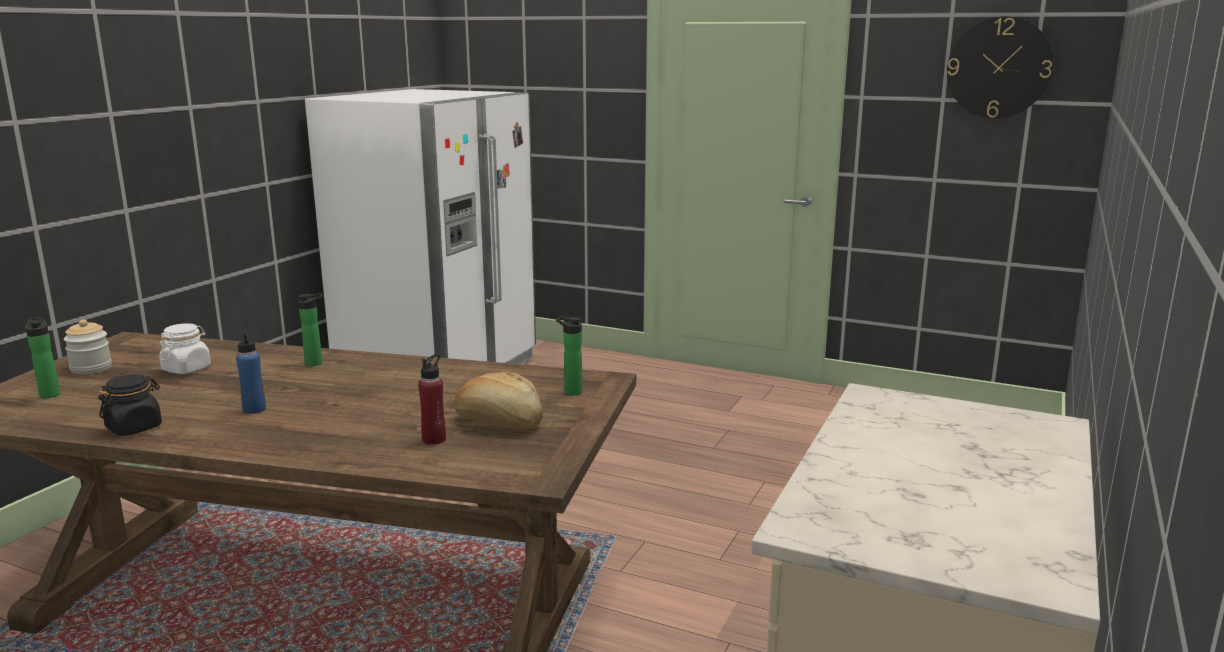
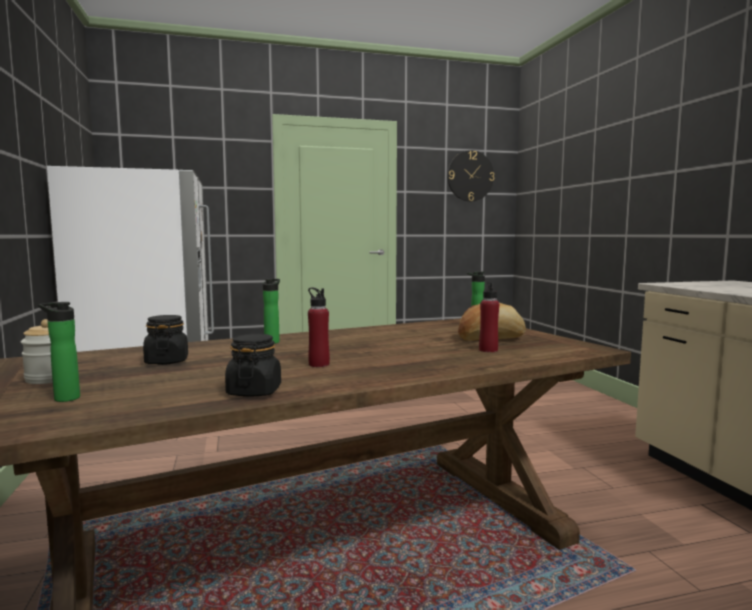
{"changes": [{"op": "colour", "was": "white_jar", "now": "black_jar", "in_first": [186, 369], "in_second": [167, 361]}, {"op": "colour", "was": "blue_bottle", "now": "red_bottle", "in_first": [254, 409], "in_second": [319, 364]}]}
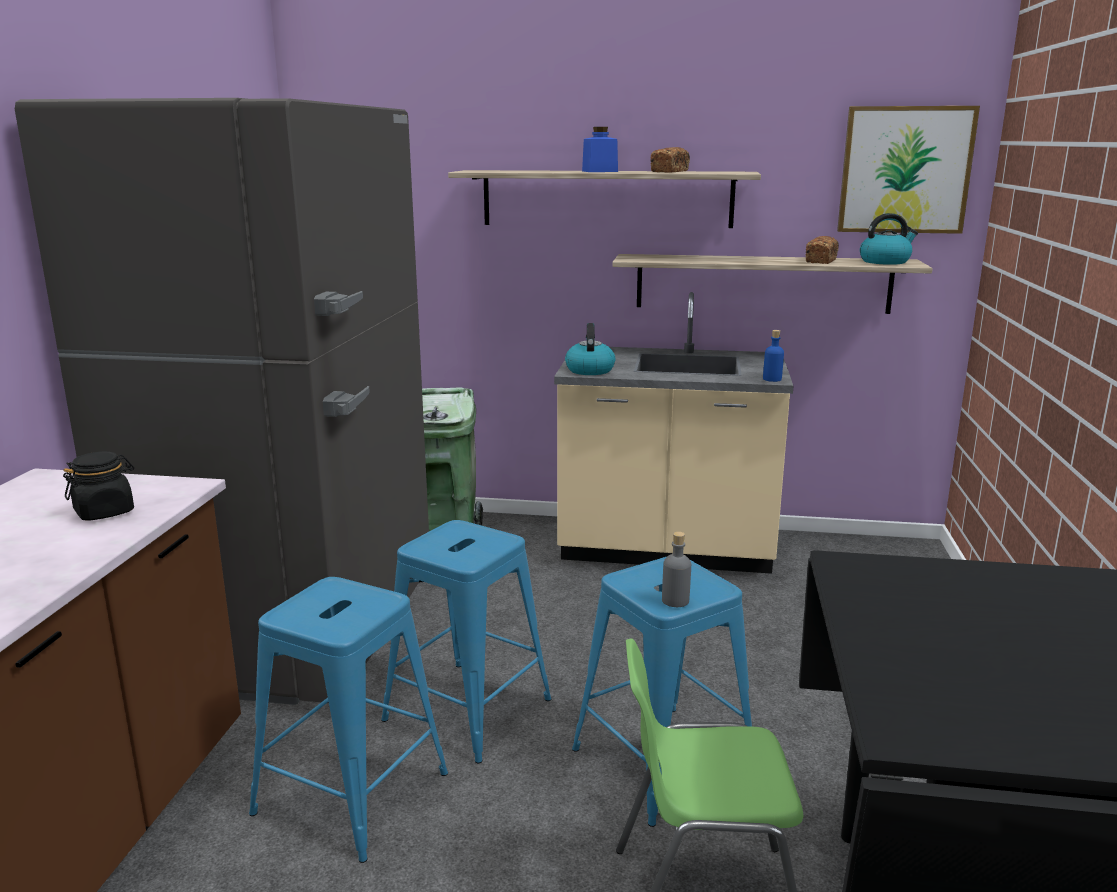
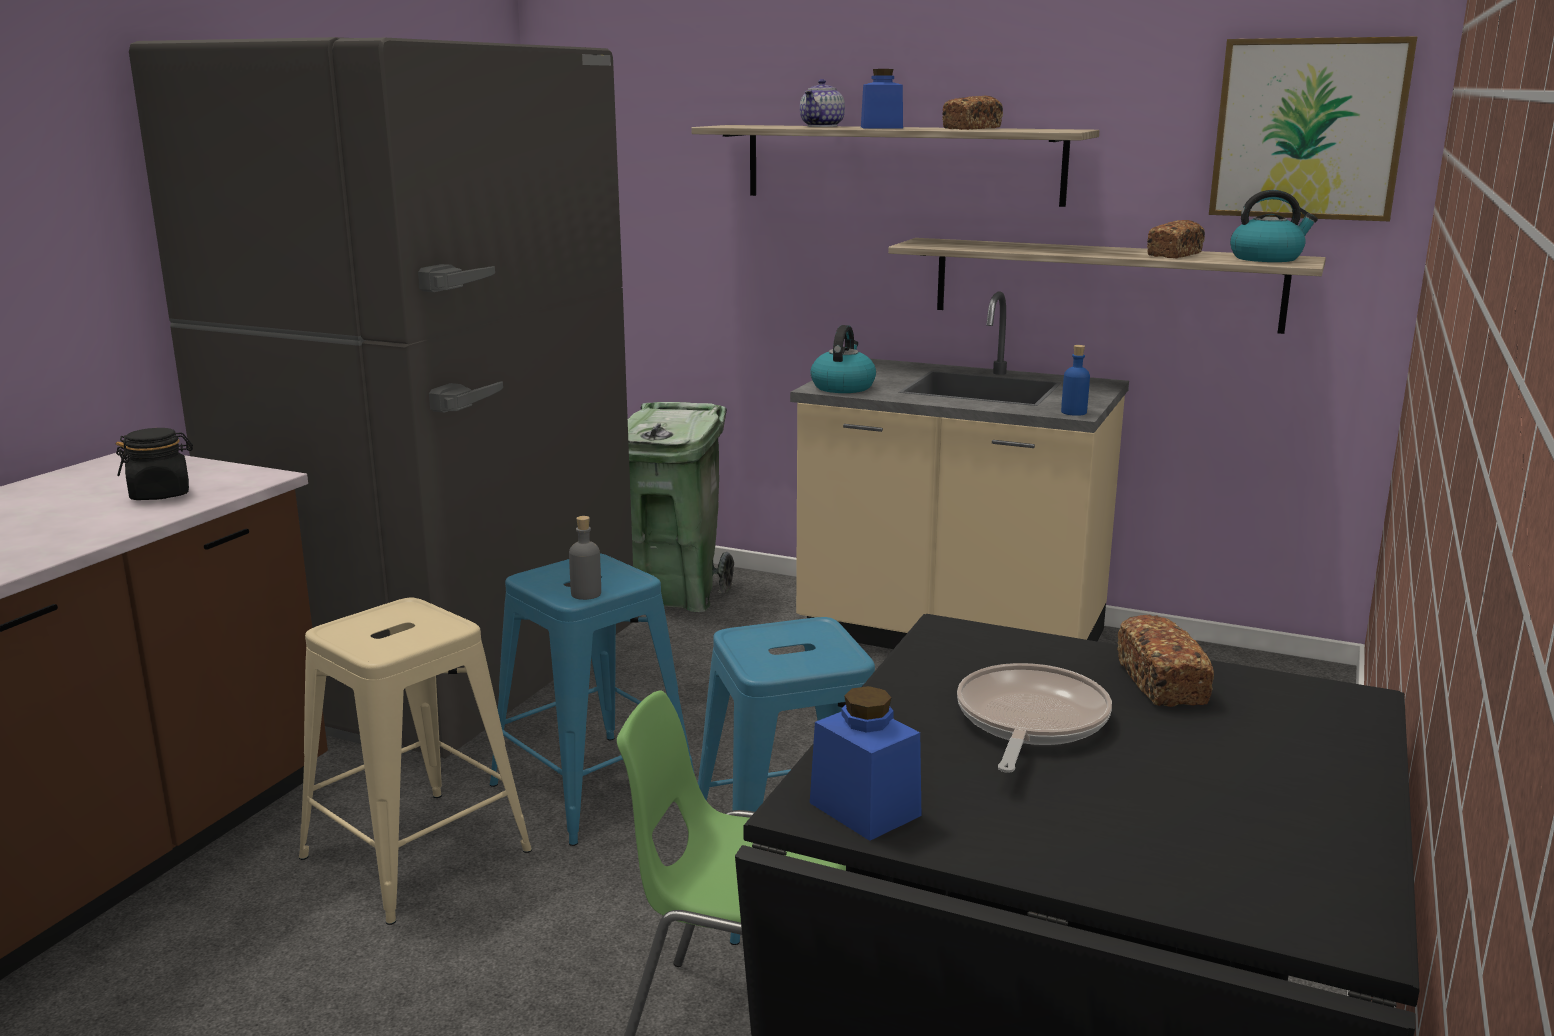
{"changes": [{"op": "appeared", "now": "teapot", "in_second": [823, 126]}, {"op": "appeared", "now": "blue_jar", "in_second": [865, 809]}, {"op": "appeared", "now": "frying_pan", "in_second": [1029, 722]}, {"op": "appeared", "now": "bread", "in_second": [1161, 684]}, {"op": "relocated", "was": "grey_bottle", "in_first": [675, 601], "in_second": [586, 594]}, {"op": "colour", "was": "blue_stool", "now": "beige_stool", "in_first": [351, 794], "in_second": [415, 855]}]}
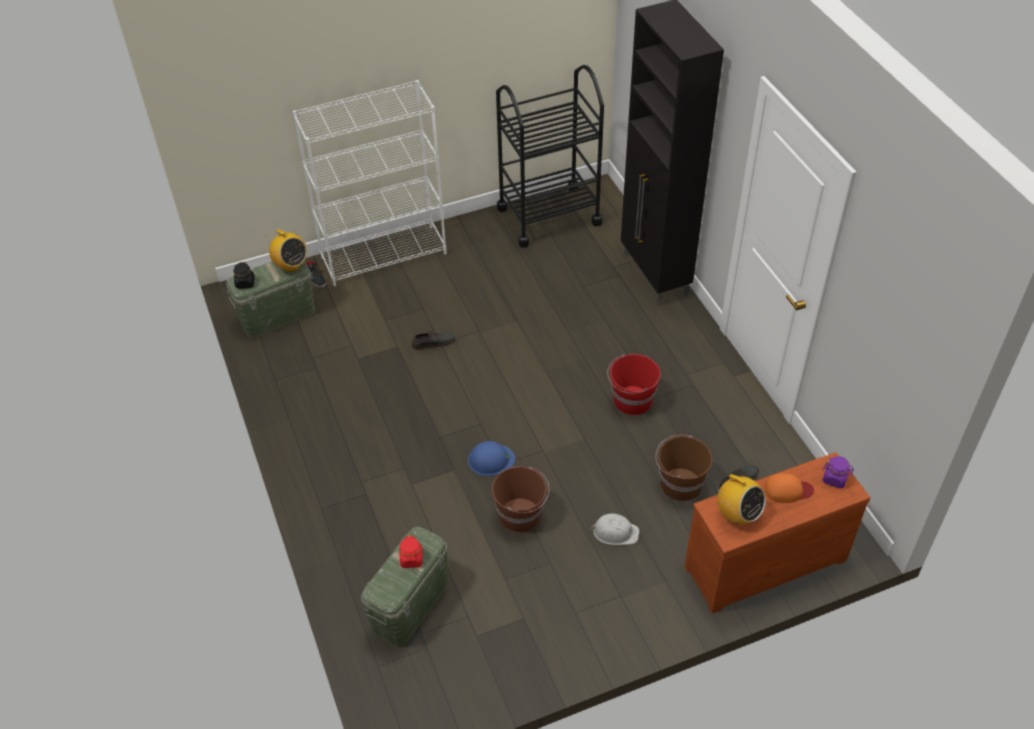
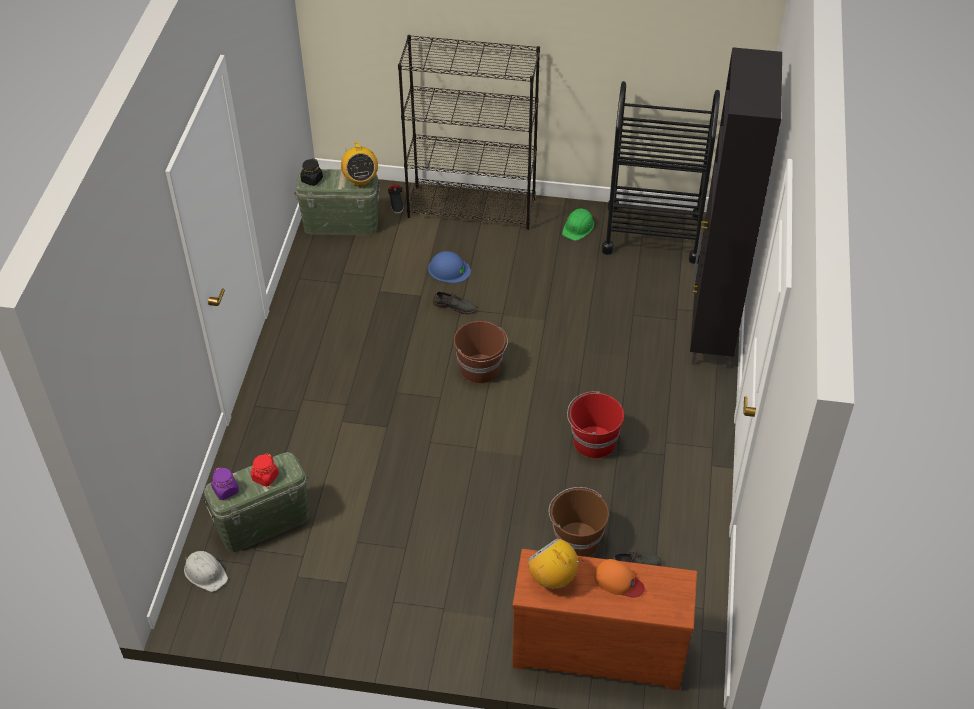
{"changes": [{"op": "appeared", "now": "green_hard_hat", "in_second": [578, 227]}, {"op": "relocated", "was": "blue_hard_hat", "in_first": [490, 460], "in_second": [449, 269]}, {"op": "relocated", "was": "brown_bucket", "in_first": [521, 515], "in_second": [480, 369]}, {"op": "relocated", "was": "white_hard_hat", "in_first": [615, 532], "in_second": [205, 572]}, {"op": "relocated", "was": "purple_jar", "in_first": [835, 479], "in_second": [226, 490]}, {"op": "colour", "was": "white_bookcase", "now": "black_bookcase", "in_first": [384, 255], "in_second": [472, 207]}, {"op": "spun", "was": "radio", "in_first": [737, 514], "in_second": [552, 578], "clockwise": 150}]}
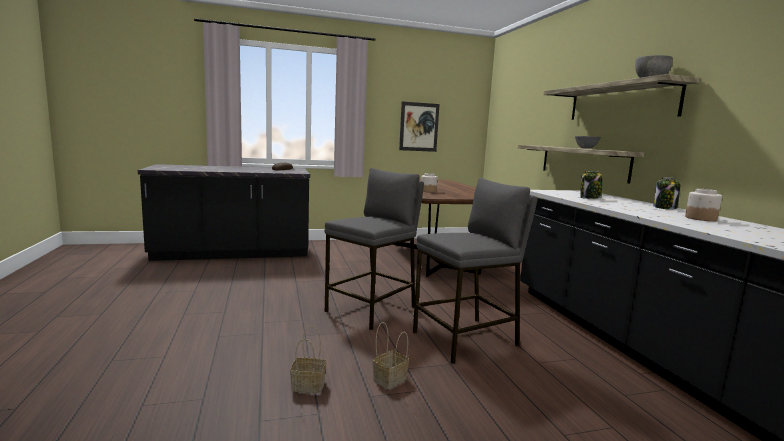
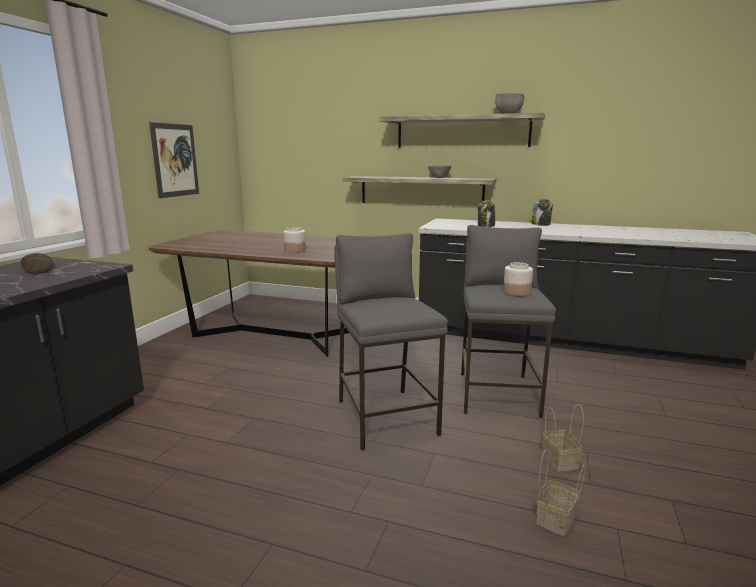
{"changes": [{"op": "relocated", "was": "jar", "in_first": [700, 218], "in_second": [516, 292]}]}
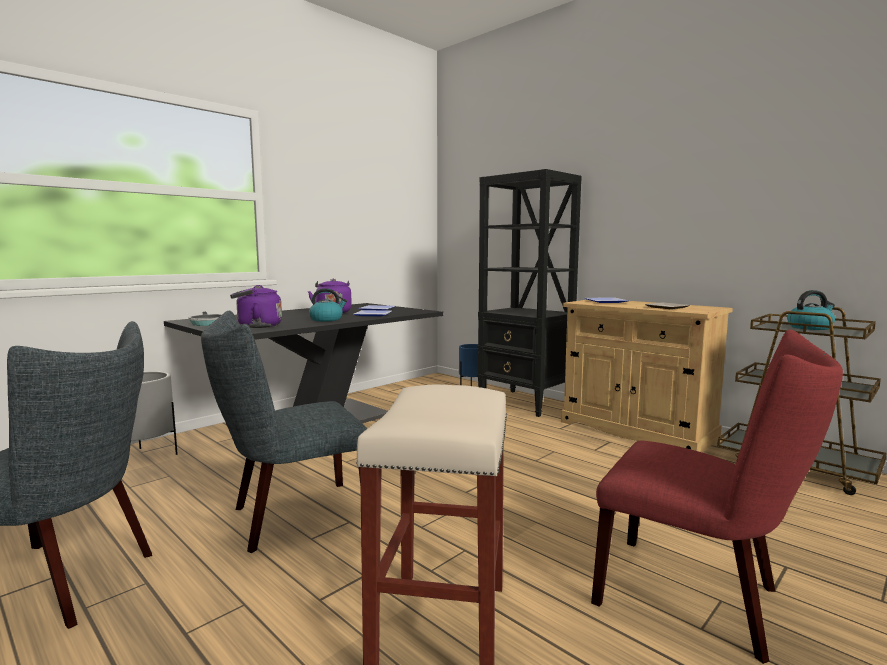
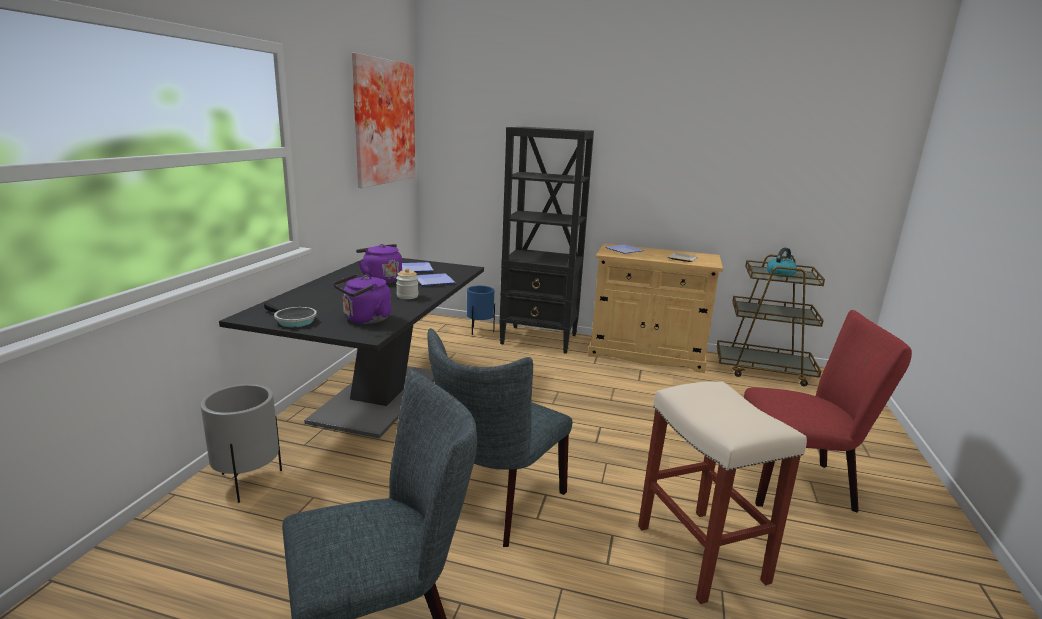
{"changes": [{"op": "appeared", "now": "picture", "in_second": [381, 122]}, {"op": "exchanged", "was": "kettle", "now": "jar", "in_first": [327, 319], "in_second": [407, 296]}]}
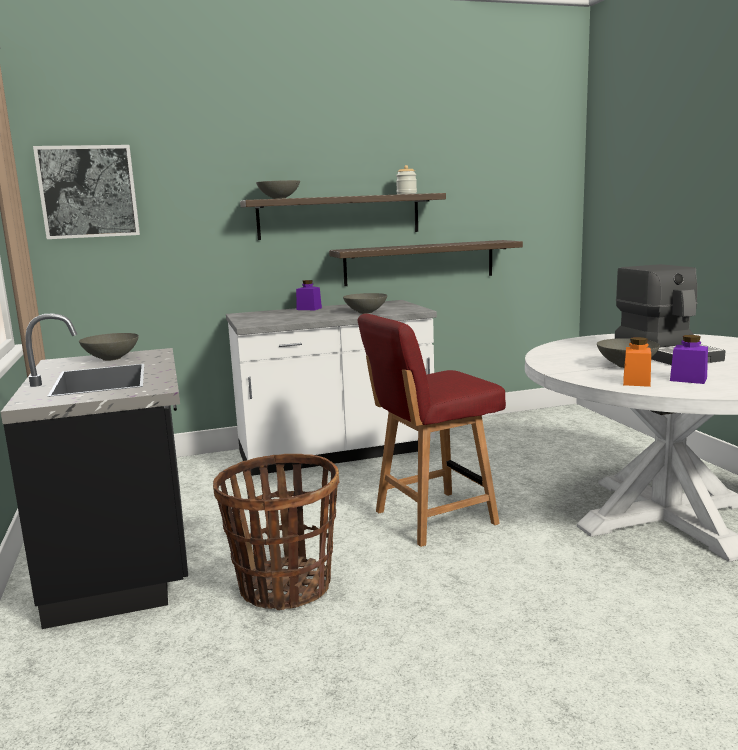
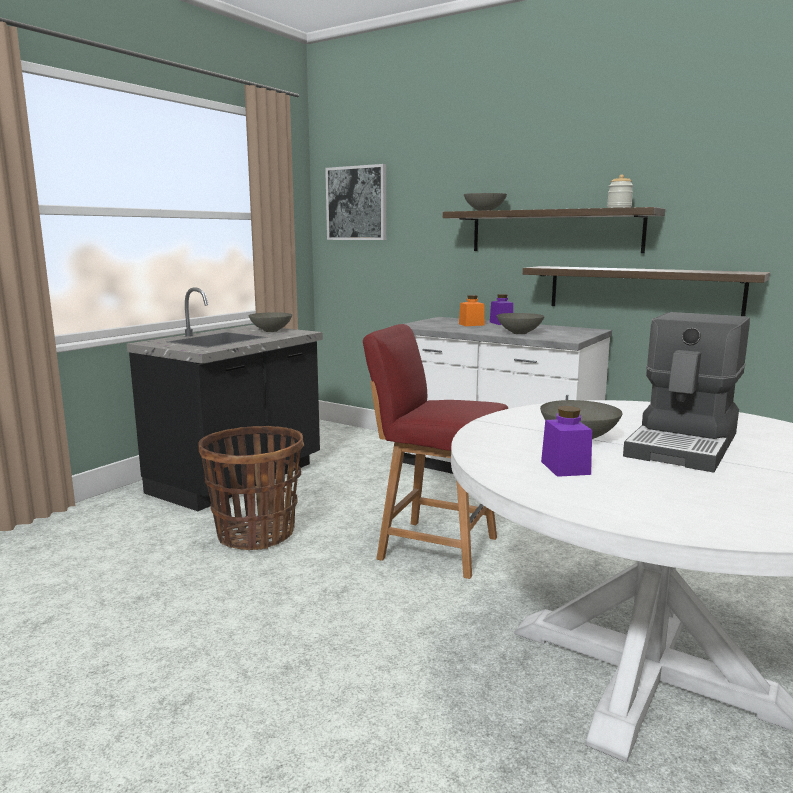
{"changes": [{"op": "relocated", "was": "orange_jar", "in_first": [636, 382], "in_second": [471, 324]}]}
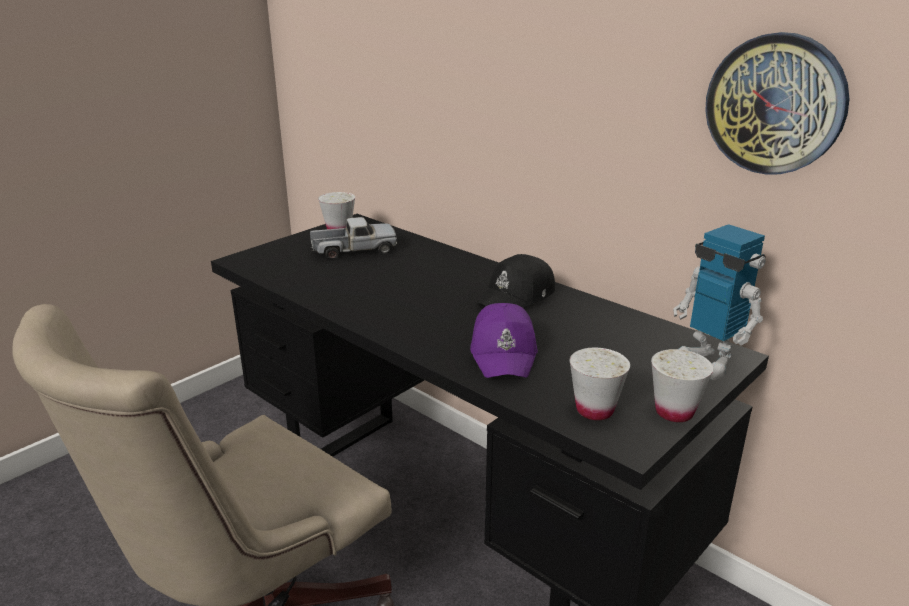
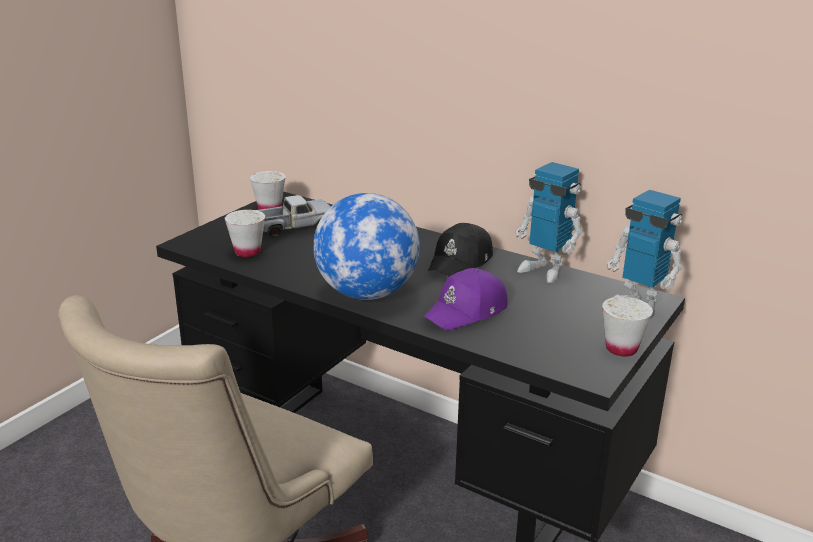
{"changes": [{"op": "missing", "was": "wall_clock", "in_first": [775, 104]}, {"op": "appeared", "now": "globe", "in_second": [367, 293]}, {"op": "appeared", "now": "toy_robot", "in_second": [545, 270]}, {"op": "relocated", "was": "white_cup", "in_first": [594, 410], "in_second": [247, 252]}, {"op": "spun", "was": "purple_cap", "in_first": [504, 353], "in_second": [467, 311], "clockwise": 60}]}
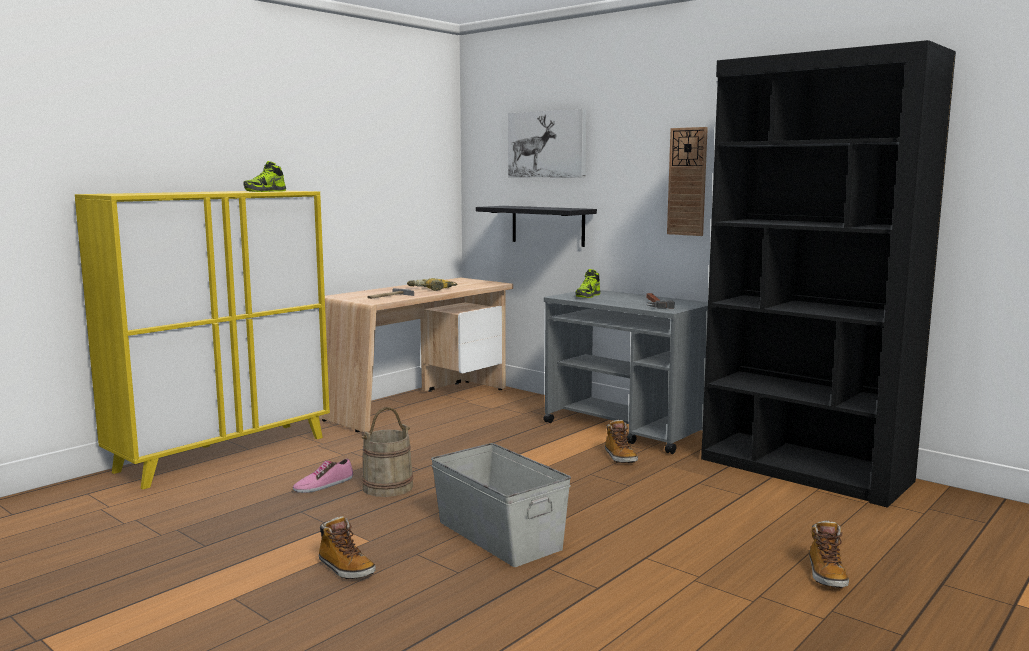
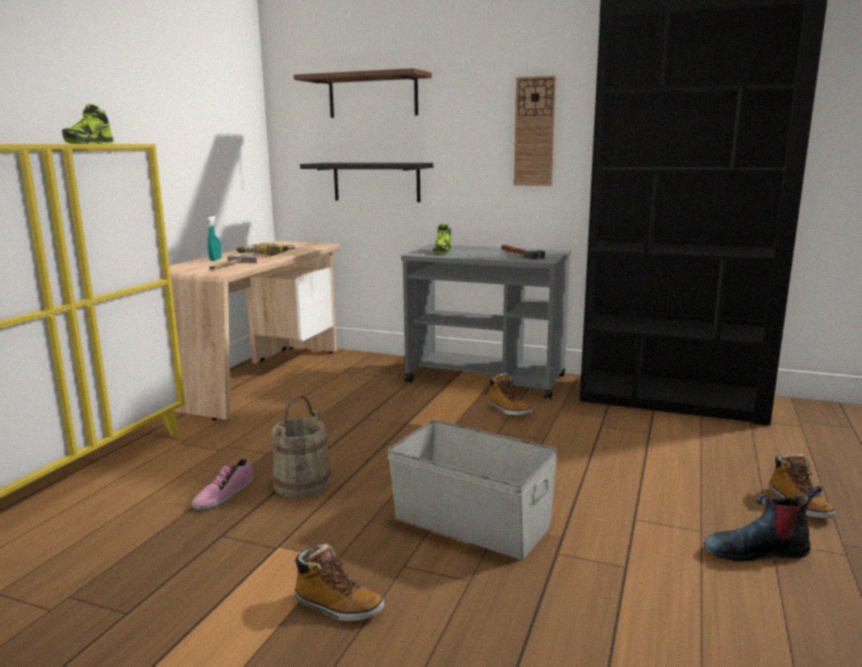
{"changes": [{"op": "appeared", "now": "turquoise_spray_bottle", "in_second": [215, 259]}, {"op": "appeared", "now": "boot", "in_second": [756, 551]}, {"op": "exchanged", "was": "picture", "now": "brown_shelf", "in_first": [547, 144], "in_second": [373, 96]}]}
